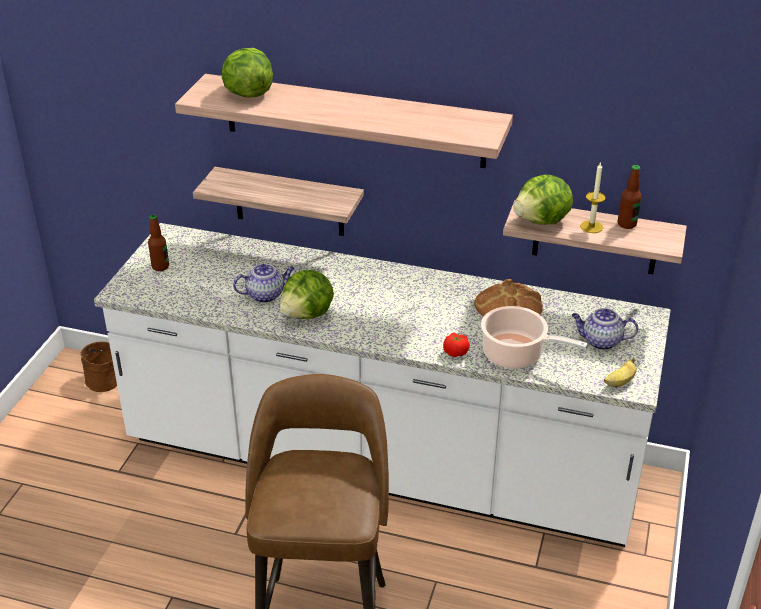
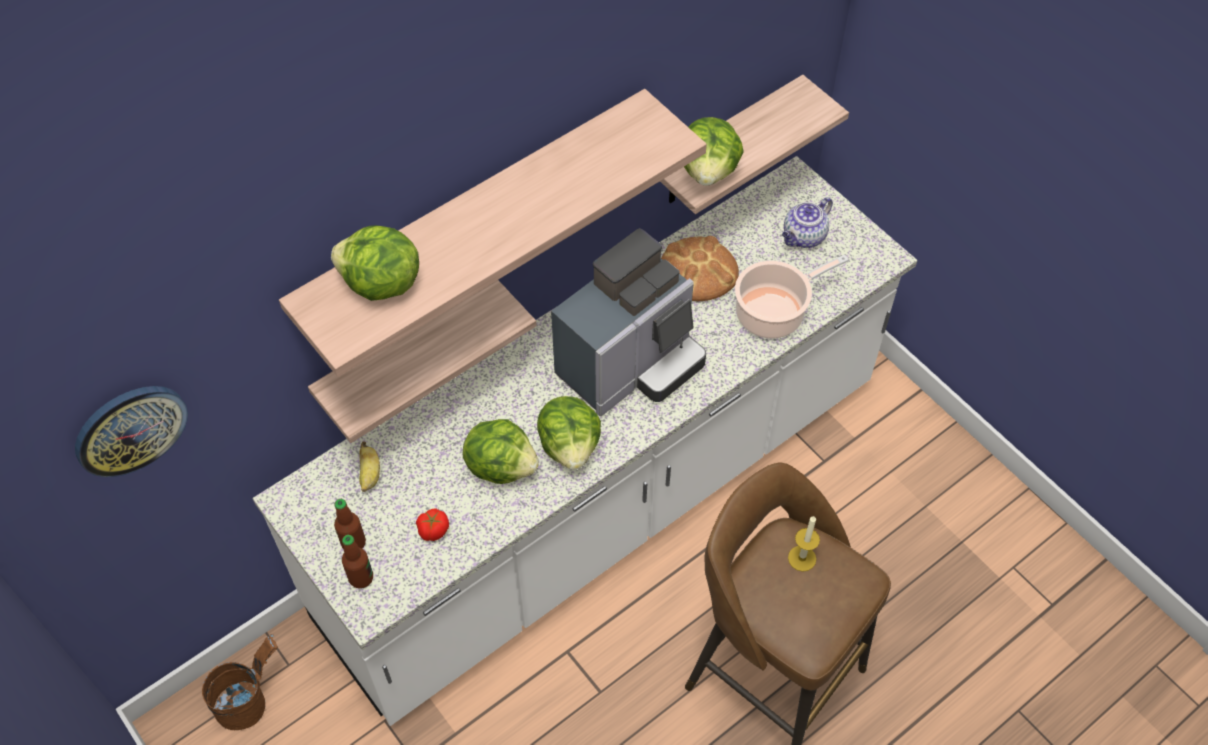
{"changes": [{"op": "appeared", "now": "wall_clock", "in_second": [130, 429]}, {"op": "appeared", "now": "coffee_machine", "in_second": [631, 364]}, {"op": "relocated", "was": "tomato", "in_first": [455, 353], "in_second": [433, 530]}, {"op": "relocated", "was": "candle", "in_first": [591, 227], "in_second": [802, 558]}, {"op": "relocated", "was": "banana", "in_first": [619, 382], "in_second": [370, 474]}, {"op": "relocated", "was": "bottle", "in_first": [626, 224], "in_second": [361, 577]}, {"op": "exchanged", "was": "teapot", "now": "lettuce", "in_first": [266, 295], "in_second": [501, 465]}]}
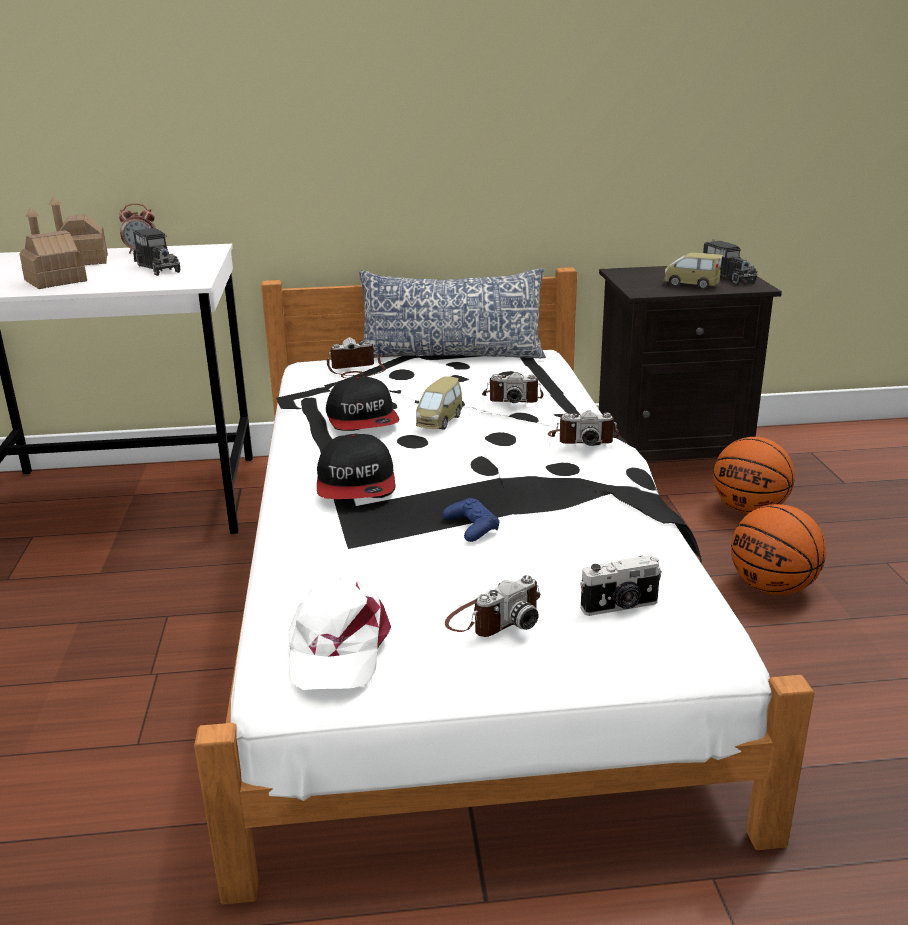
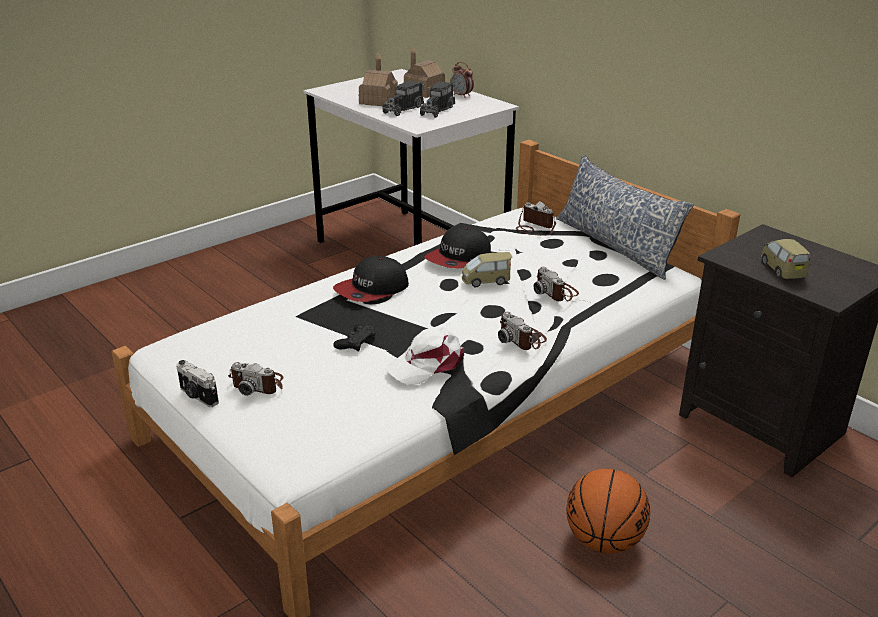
{"changes": [{"op": "missing", "was": "basketball", "in_first": [749, 509]}, {"op": "relocated", "was": "white_cap", "in_first": [337, 647], "in_second": [428, 364]}, {"op": "relocated", "was": "photo_camera", "in_first": [620, 607], "in_second": [197, 396]}, {"op": "relocated", "was": "toy_truck", "in_first": [725, 276], "in_second": [404, 108]}, {"op": "colour", "was": "blue_game_controller", "now": "black_game_controller", "in_first": [471, 527], "in_second": [356, 342]}]}
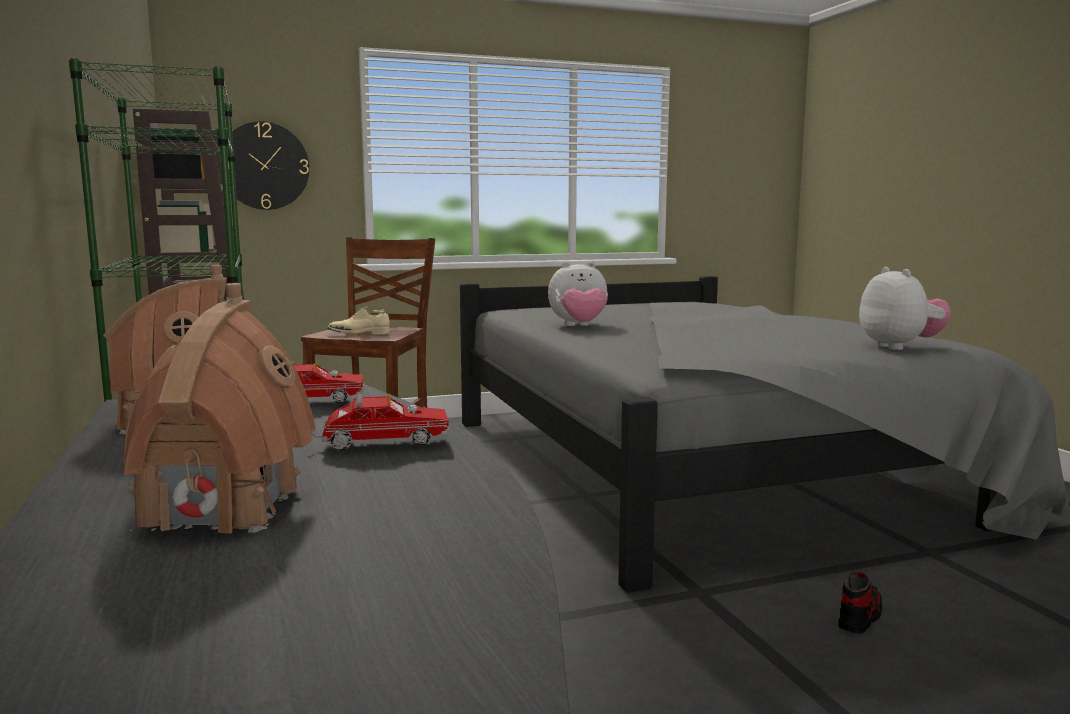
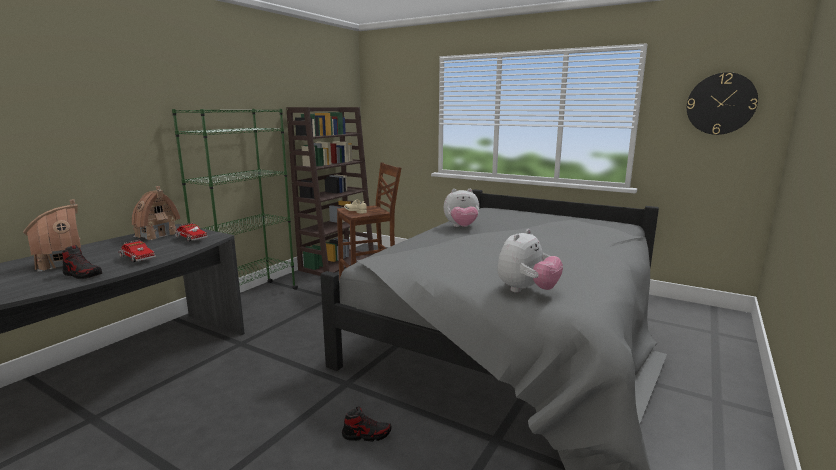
{"changes": [{"op": "appeared", "now": "shoe", "in_second": [82, 274]}, {"op": "relocated", "was": "wall_clock", "in_first": [264, 166], "in_second": [721, 104]}, {"op": "spun", "was": "plush_toy", "in_first": [579, 326], "in_second": [461, 227], "clockwise": -45}]}
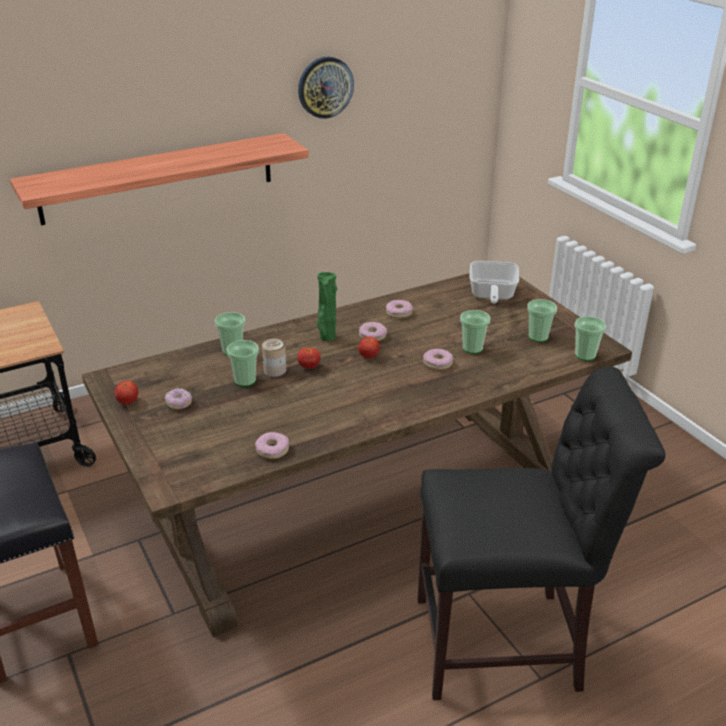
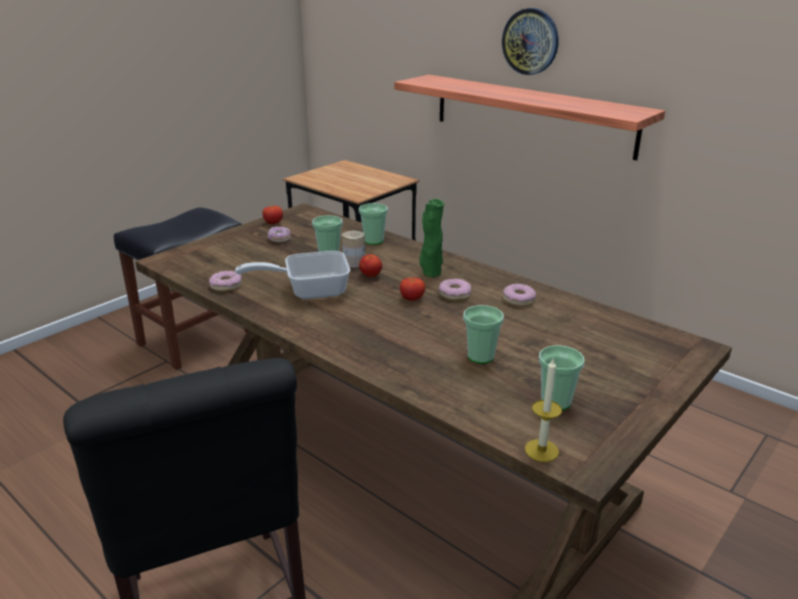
{"changes": [{"op": "missing", "was": "donut", "in_first": [437, 363]}, {"op": "relocated", "was": "wall_clock", "in_first": [325, 87], "in_second": [530, 41]}, {"op": "relocated", "was": "frying_pan", "in_first": [491, 296], "in_second": [308, 290]}, {"op": "exchanged", "was": "cup", "now": "candle", "in_first": [585, 355], "in_second": [541, 450]}]}
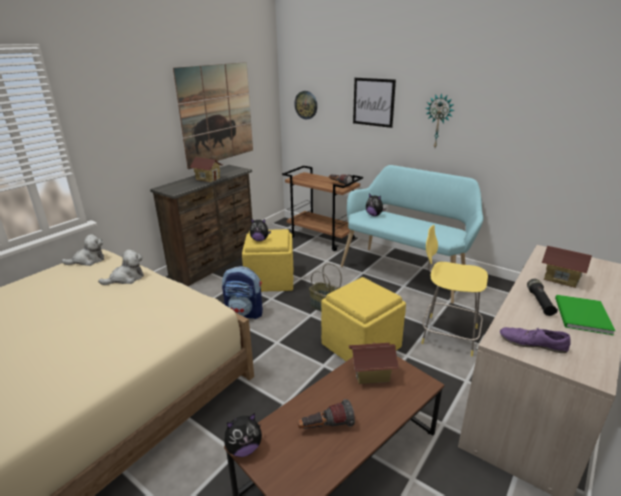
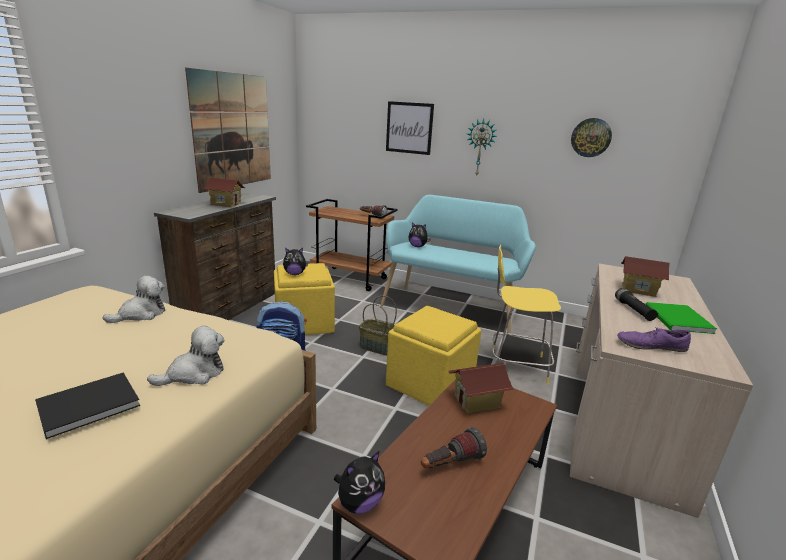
{"changes": [{"op": "appeared", "now": "black_book", "in_second": [85, 405]}, {"op": "relocated", "was": "plush_toy", "in_first": [88, 260], "in_second": [194, 374]}, {"op": "relocated", "was": "wall_clock", "in_first": [306, 105], "in_second": [591, 137]}]}
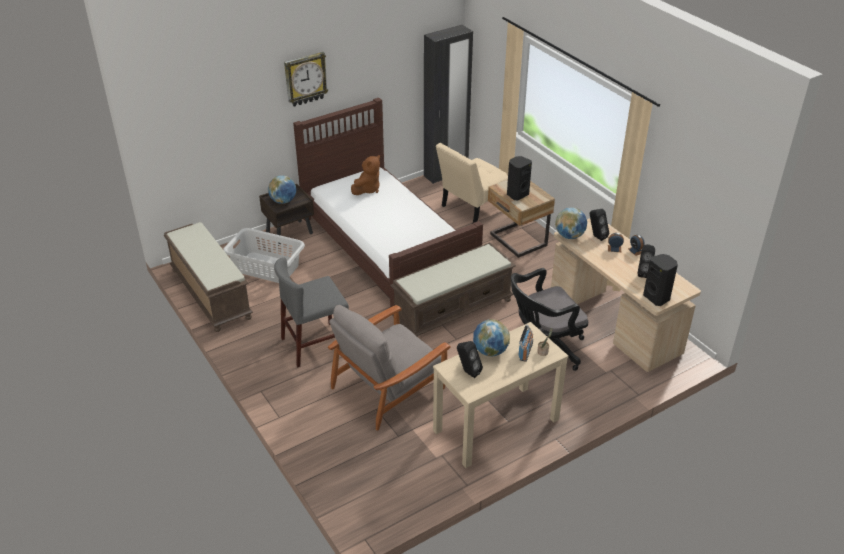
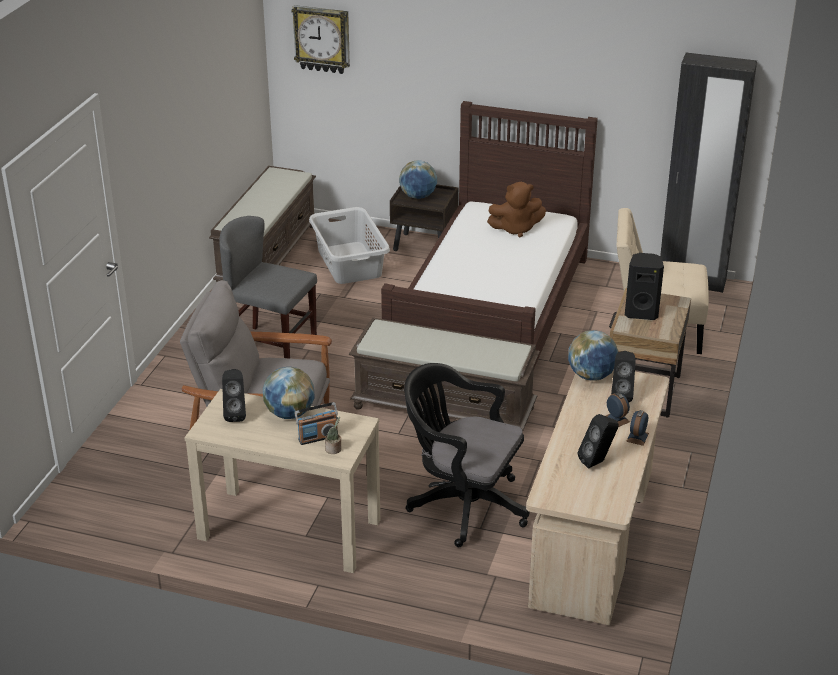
{"changes": [{"op": "missing", "was": "black_speaker", "in_first": [657, 297]}, {"op": "relocated", "was": "wall_clock", "in_first": [305, 79], "in_second": [322, 39]}]}
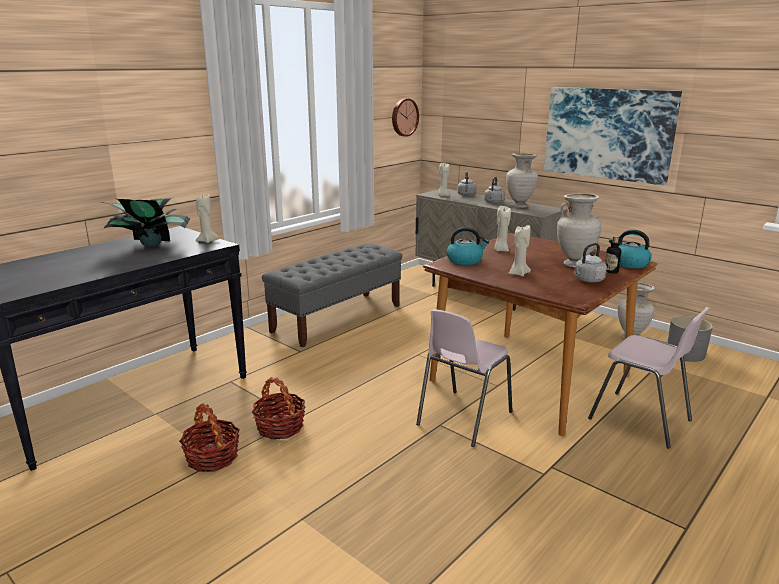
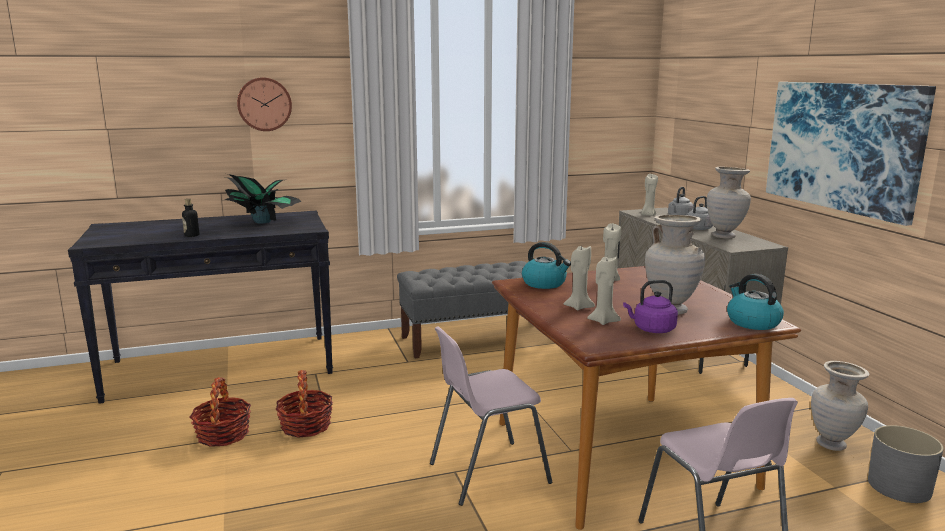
{"changes": [{"op": "relocated", "was": "beige_candle", "in_first": [207, 241], "in_second": [603, 321]}, {"op": "relocated", "was": "wall_clock", "in_first": [404, 117], "in_second": [264, 104]}, {"op": "relocated", "was": "bottle", "in_first": [611, 271], "in_second": [192, 235]}, {"op": "colour", "was": "grey_kettle", "now": "purple_kettle", "in_first": [587, 280], "in_second": [652, 329]}]}
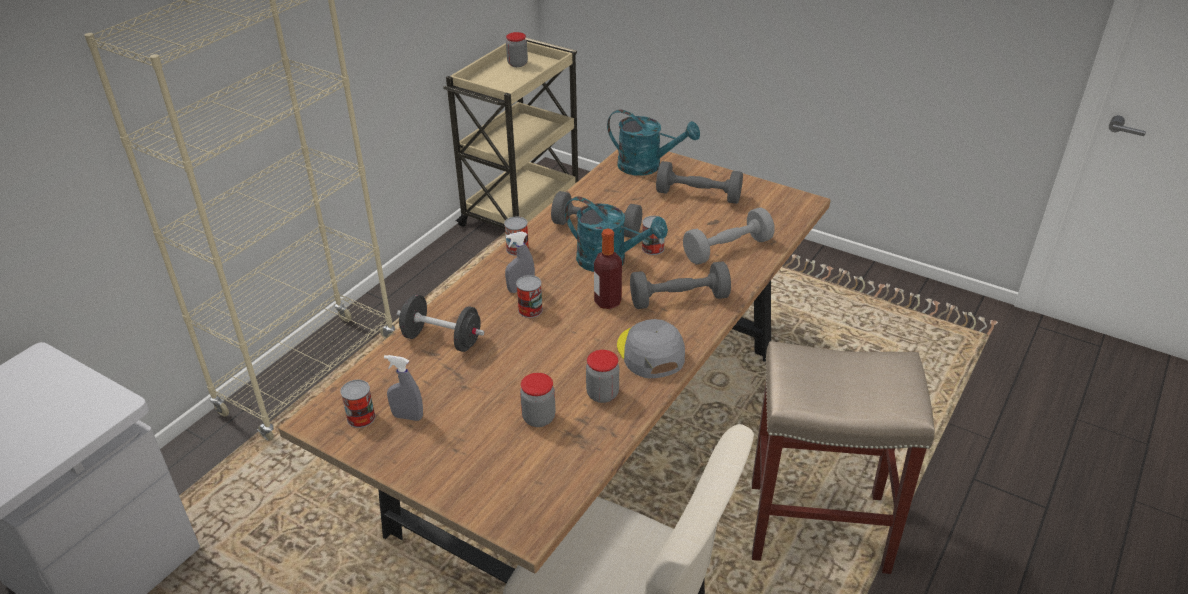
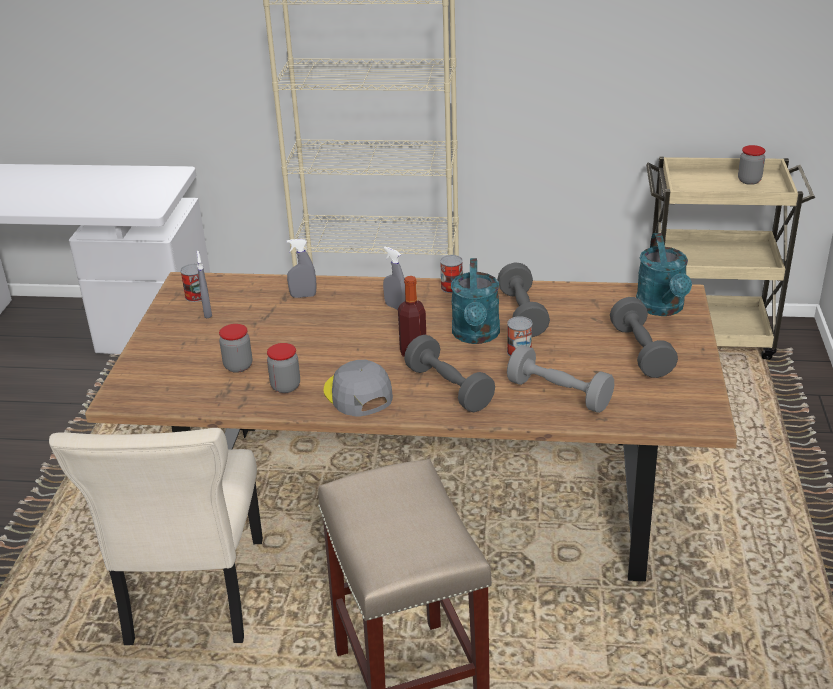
{"changes": [{"op": "missing", "was": "can", "in_first": [530, 310]}, {"op": "exchanged", "was": "black_dumbbell", "now": "grey_spray_bottle", "in_first": [442, 340], "in_second": [303, 296]}, {"op": "spun", "was": "grey_cap", "in_first": [650, 352], "in_second": [357, 394], "clockwise": -75}]}
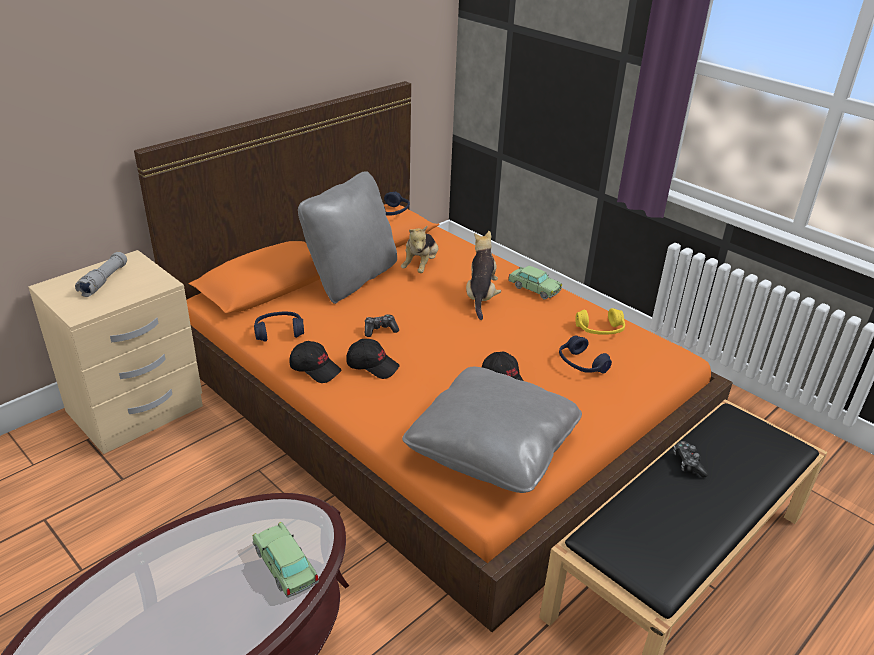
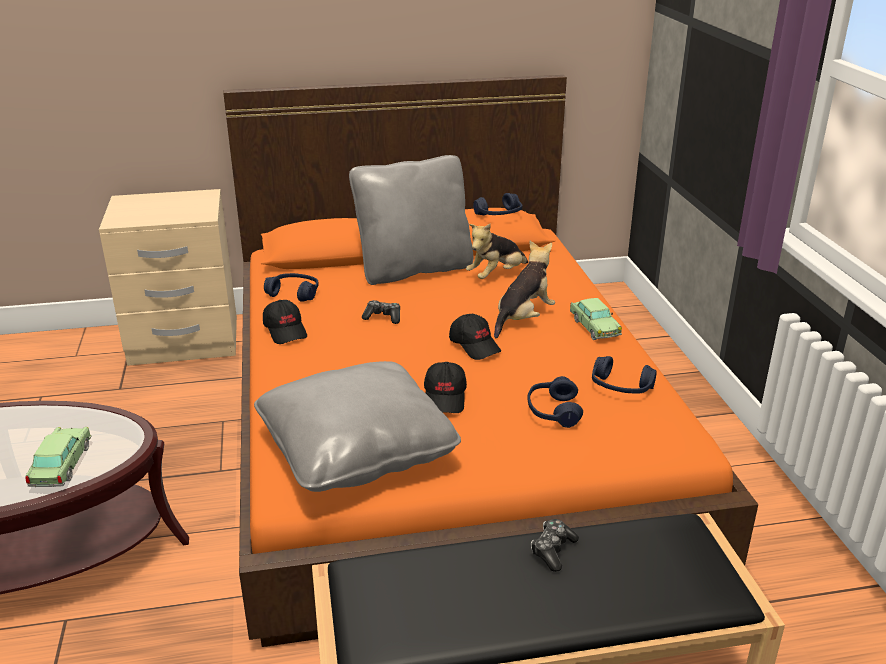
{"changes": [{"op": "missing", "was": "grey_flashlight", "in_first": [104, 281]}, {"op": "relocated", "was": "black_cap", "in_first": [372, 365], "in_second": [475, 345]}, {"op": "colour", "was": "yellow_headphones", "now": "blue_headphones", "in_first": [600, 330], "in_second": [621, 387]}]}
